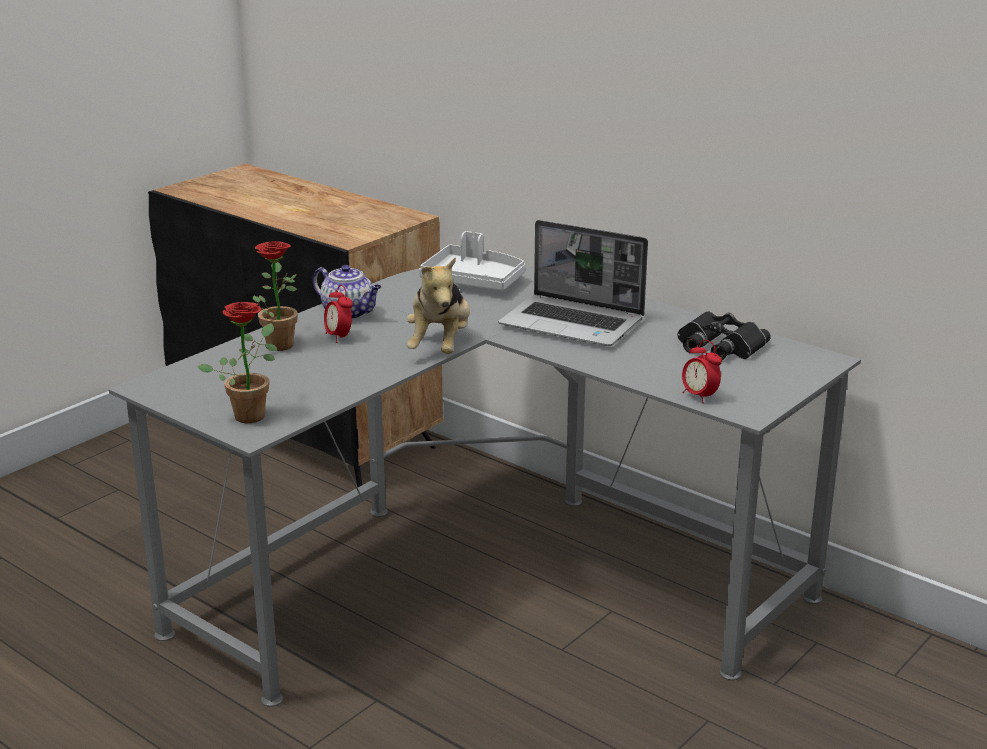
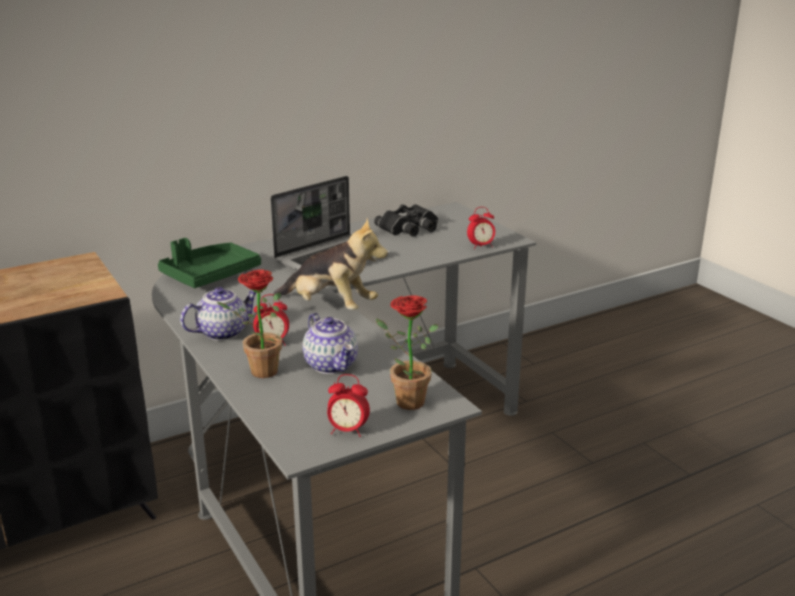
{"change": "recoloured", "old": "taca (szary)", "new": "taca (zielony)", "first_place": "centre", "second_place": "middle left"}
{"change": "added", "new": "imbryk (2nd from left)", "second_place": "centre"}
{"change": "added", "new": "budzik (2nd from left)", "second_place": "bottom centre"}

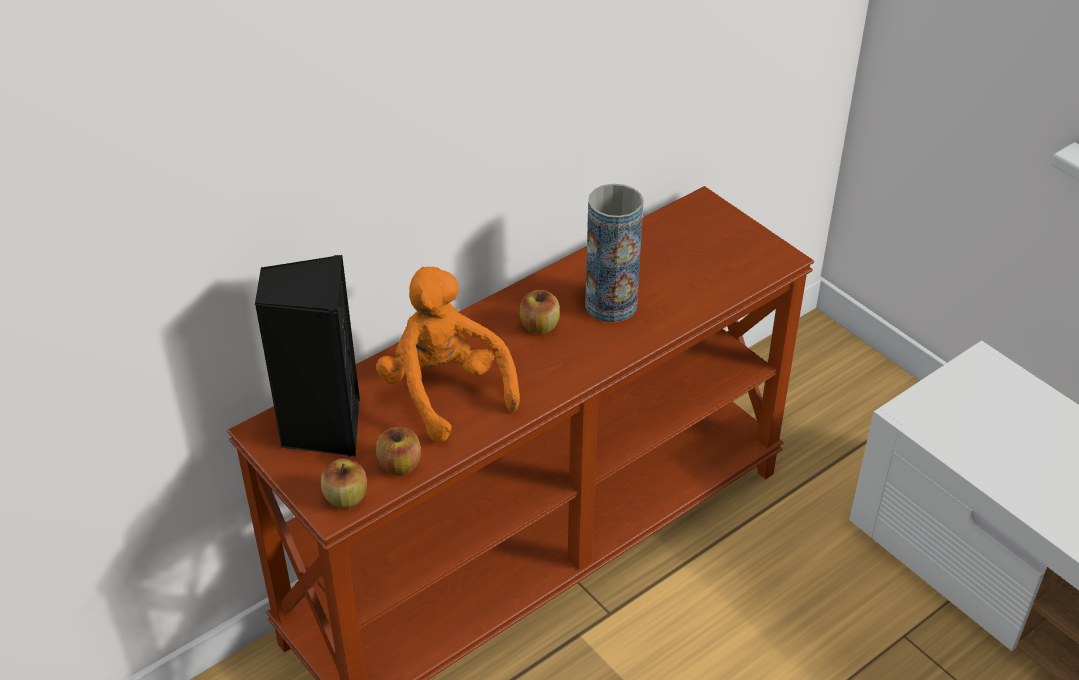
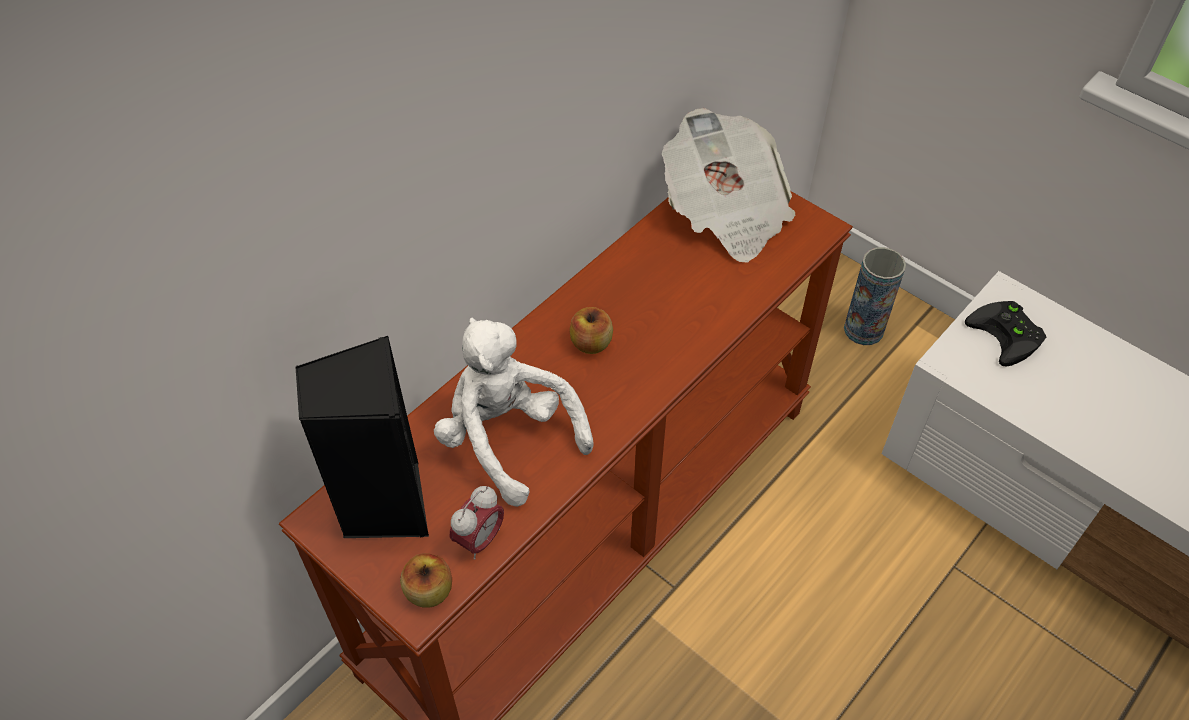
{"change": "recoloured", "old": "pluszak (pomarańczowy)", "new": "pluszak (biały)", "first_place": "centre", "second_place": "centre"}
{"change": "replaced", "old": "jabłko (2nd from left)", "new": "budzik", "first_place": "centre", "second_place": "bottom centre"}
{"change": "added", "new": "gazeta", "second_place": "top centre"}
{"change": "moved", "old": "wazon", "first_place": "centre", "second_place": "middle right"}
{"change": "added", "new": "pad do gier (czarny)", "second_place": "middle right"}

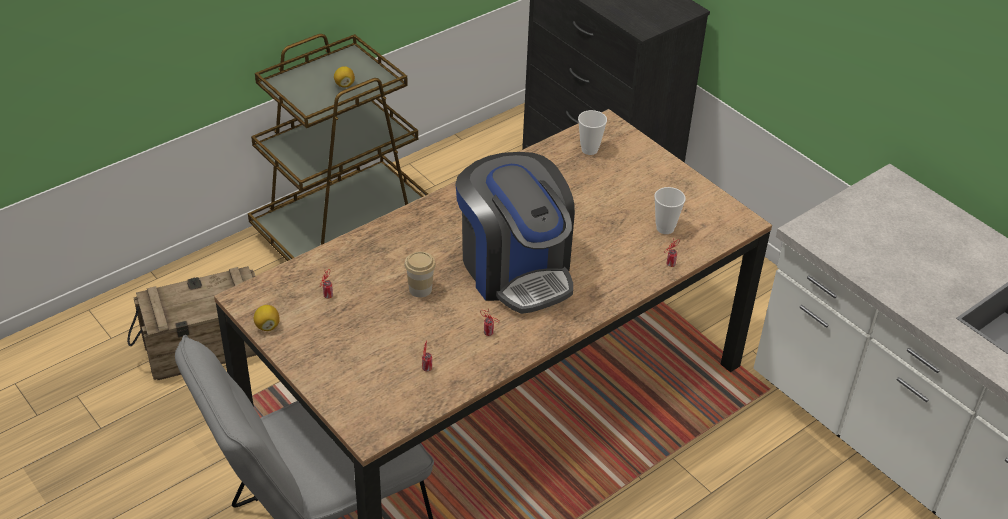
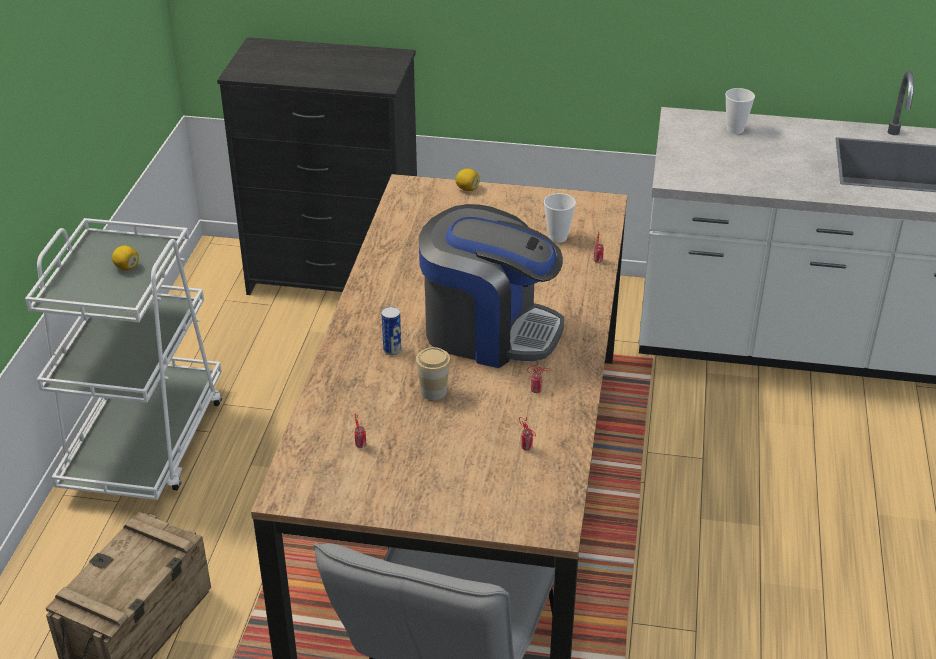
{"change": "recoloured", "old": "wózek (brązowy)", "new": "wózek (biały)", "first_place": "top centre", "second_place": "middle left"}
{"change": "added", "new": "puszka (2nd from left)", "second_place": "centre"}
{"change": "moved", "old": "cytryna (1st from left in the first image)", "new": "cytryna (2nd from left)", "first_place": "middle left", "second_place": "top centre"}
{"change": "moved", "old": "filiżanka (2nd from left in the first image)", "new": "filiżanka (3rd from left)", "first_place": "top centre", "second_place": "top right"}

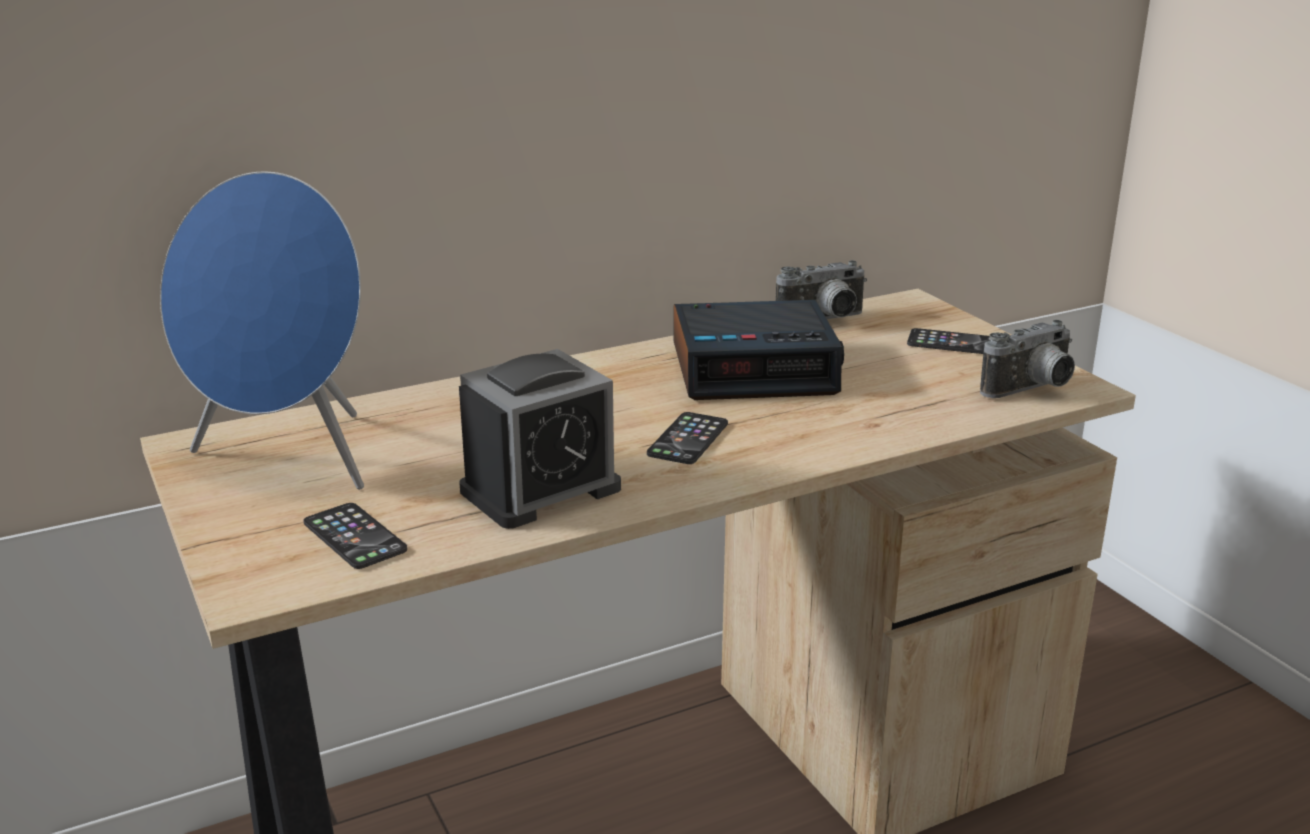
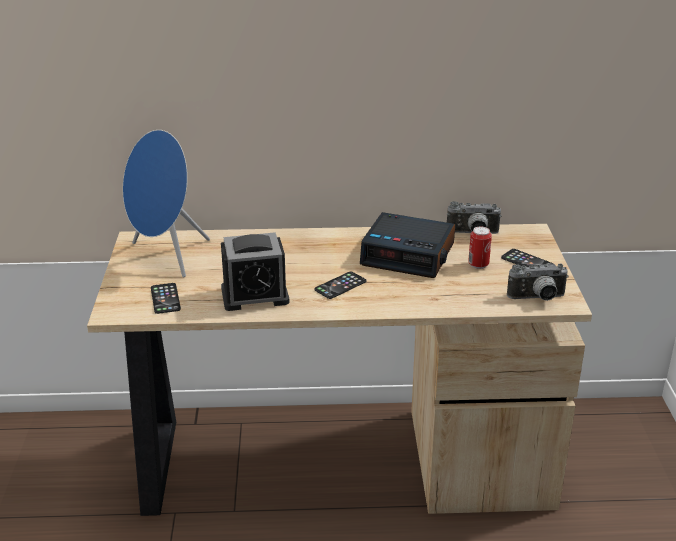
{"change": "added", "new": "puszka", "second_place": "middle right"}

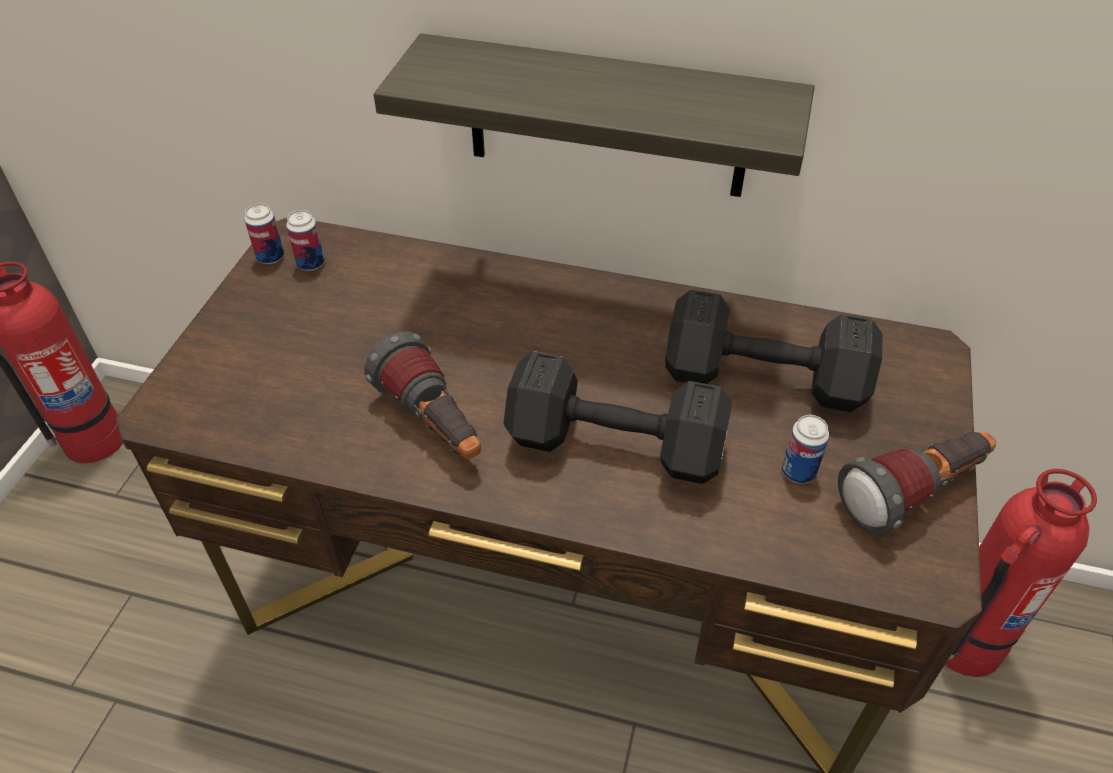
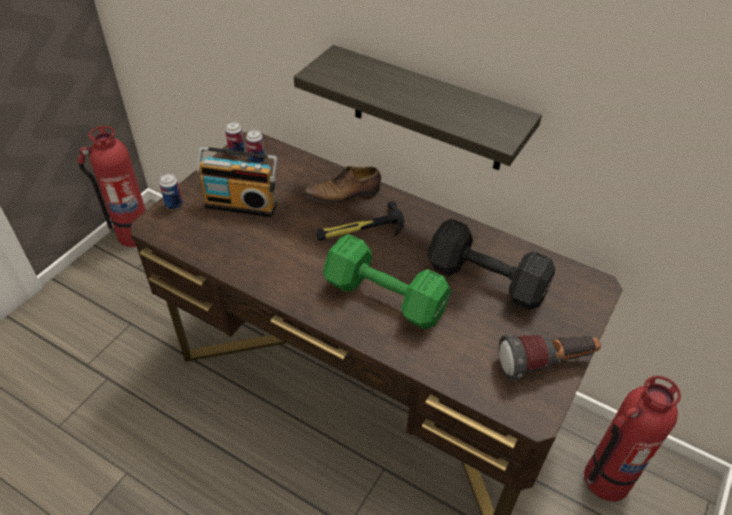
{"change": "moved", "old": "puszka (3rd from left in the first image)", "new": "puszka (1st from left)", "first_place": "middle right", "second_place": "middle left"}
{"change": "added", "new": "radio", "second_place": "middle left"}
{"change": "added", "new": "but", "second_place": "centre"}
{"change": "added", "new": "młotek", "second_place": "centre"}
{"change": "recoloured", "old": "hantel (czarny) (1st from left)", "new": "hantel (zielony)", "first_place": "centre", "second_place": "centre"}
{"change": "removed", "old": "latarka (1st from left)", "first_place": "centre"}

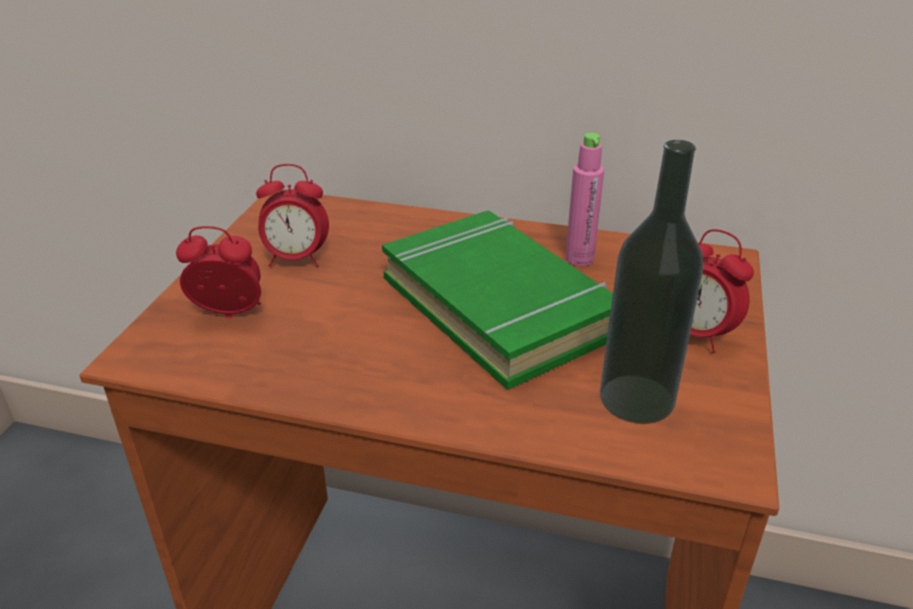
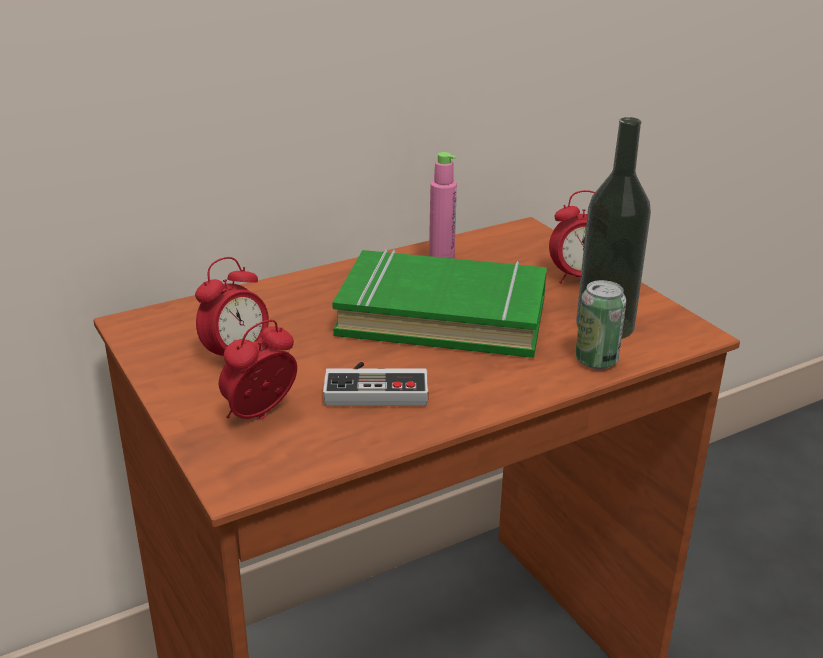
{"change": "added", "new": "pad do gier", "second_place": "centre"}
{"change": "added", "new": "puszka", "second_place": "middle right"}

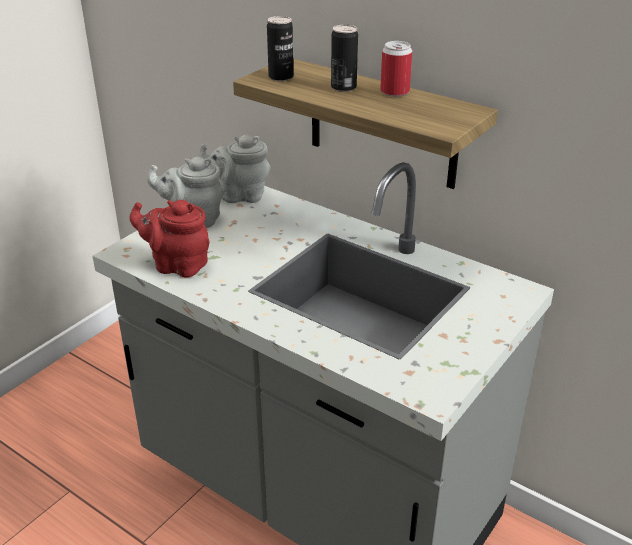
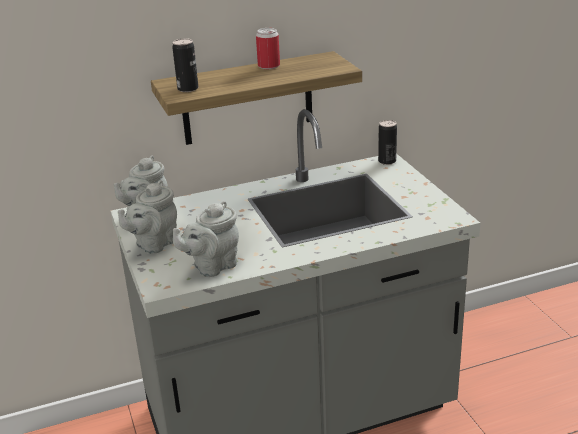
{"change": "recoloured", "old": "imbryk (czerwony)", "new": "imbryk (szary) (3rd from left)", "first_place": "middle left", "second_place": "centre"}
{"change": "moved", "old": "puszka (2nd from left in the first image)", "new": "puszka (3rd from left)", "first_place": "top centre", "second_place": "top right"}

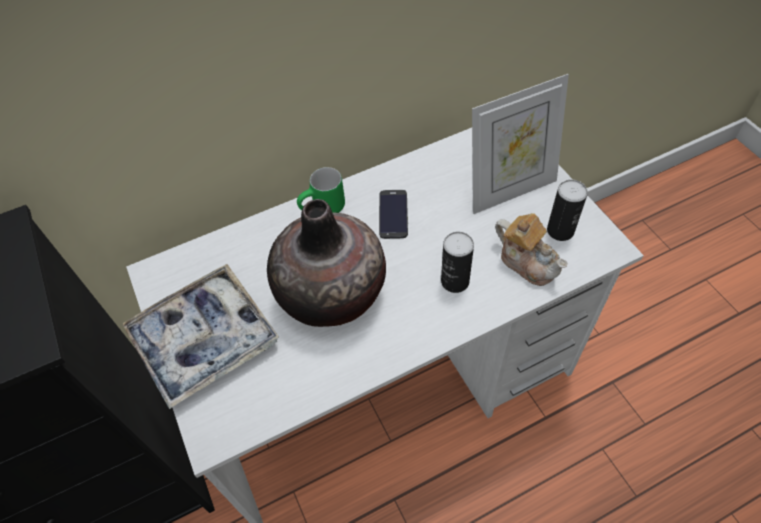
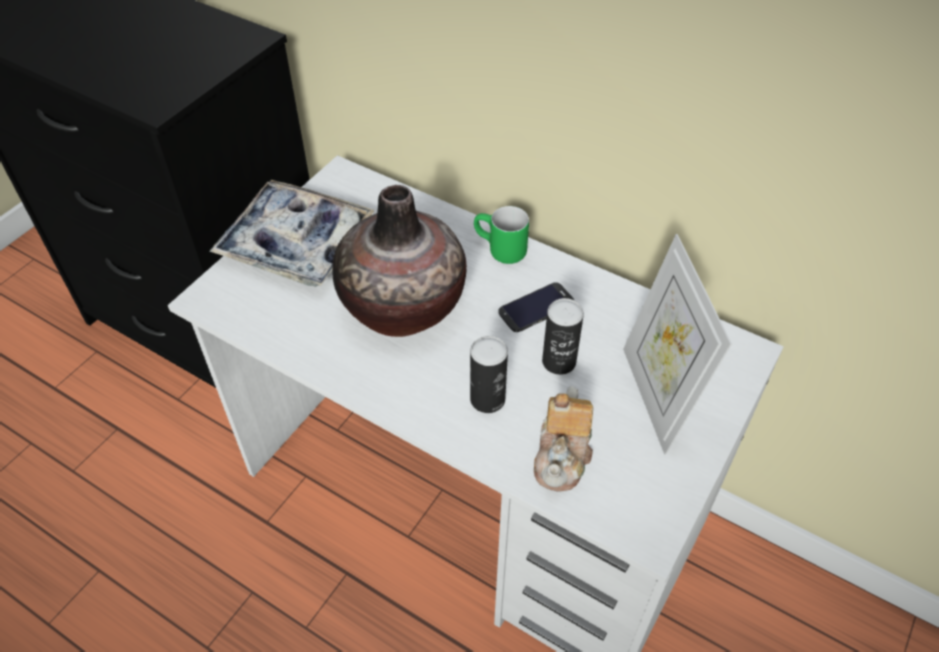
{"change": "moved", "old": "puszka (2nd from left)", "first_place": "middle right", "second_place": "centre"}
{"change": "turned", "old": "ramka na zdjęcie", "first_place": "top right", "second_place": "middle right", "degrees": 45}

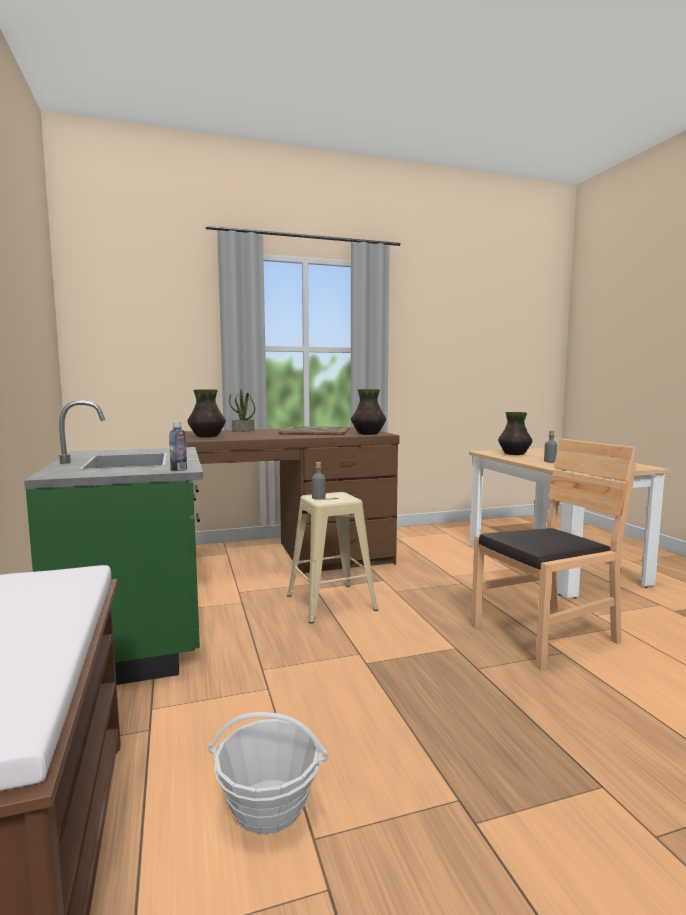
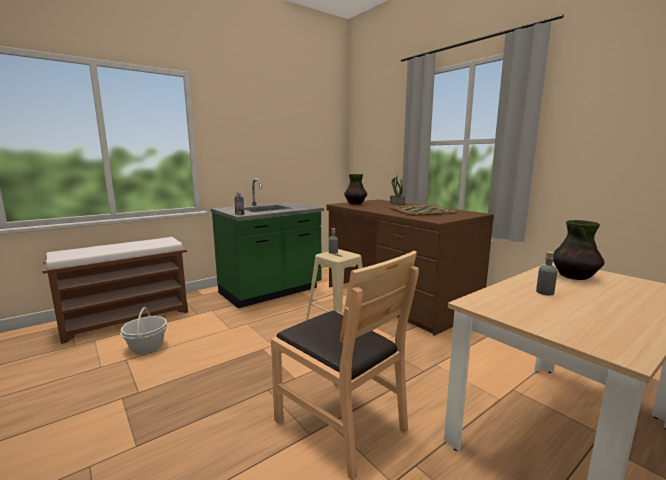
{"change": "removed", "old": "wazon (2nd from left)", "first_place": "centre"}

